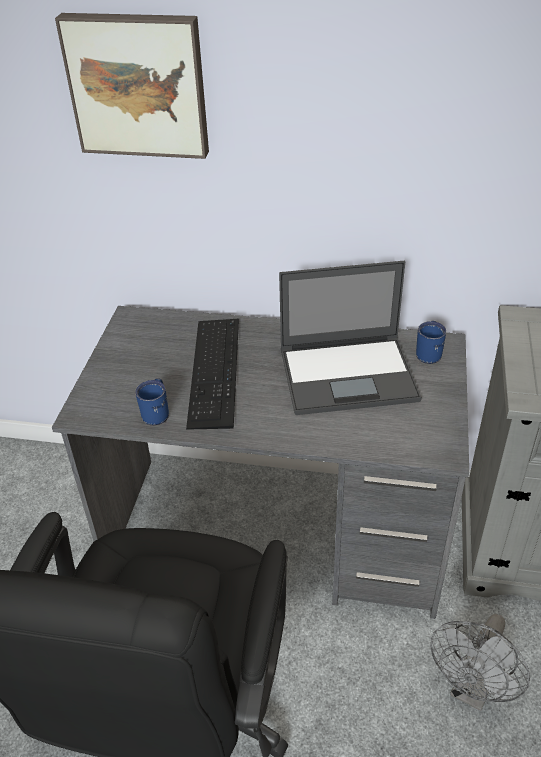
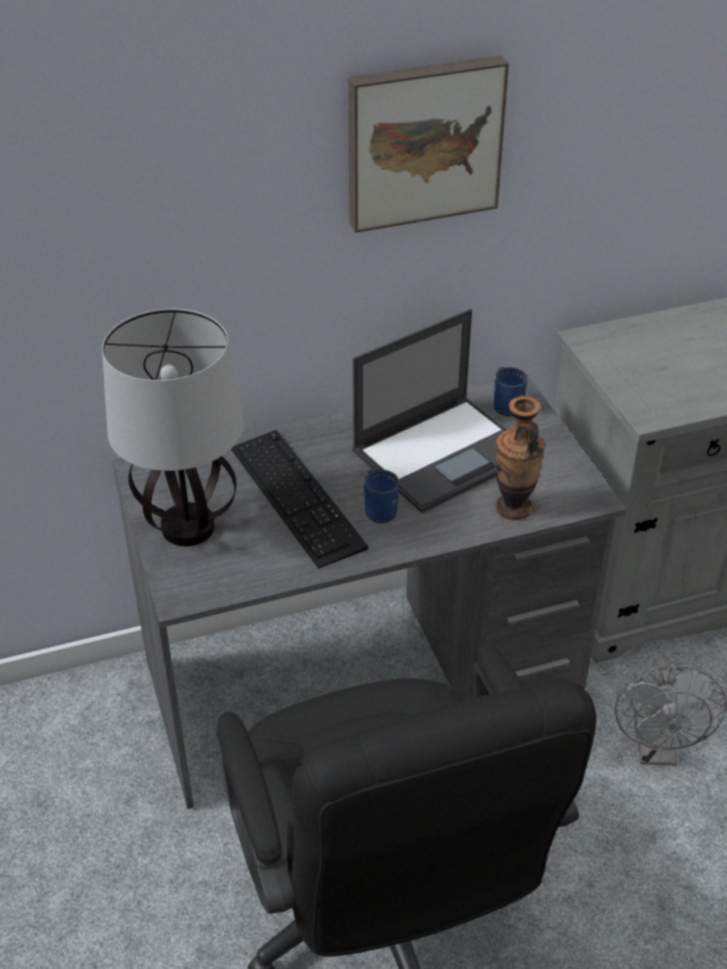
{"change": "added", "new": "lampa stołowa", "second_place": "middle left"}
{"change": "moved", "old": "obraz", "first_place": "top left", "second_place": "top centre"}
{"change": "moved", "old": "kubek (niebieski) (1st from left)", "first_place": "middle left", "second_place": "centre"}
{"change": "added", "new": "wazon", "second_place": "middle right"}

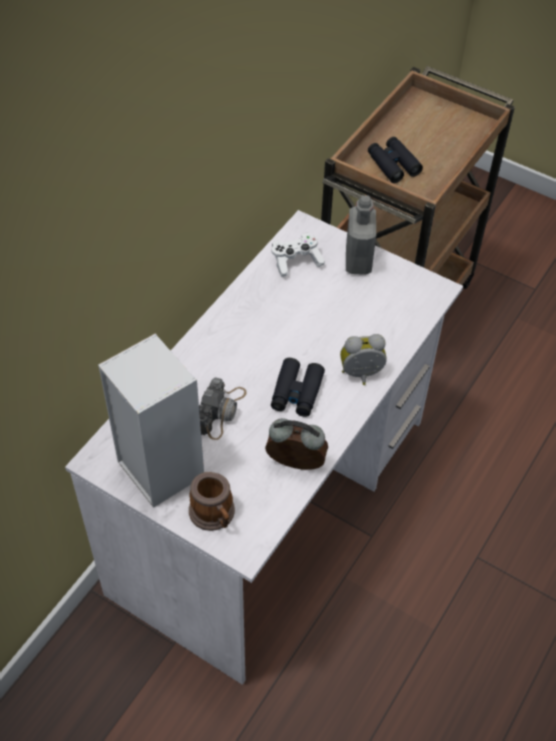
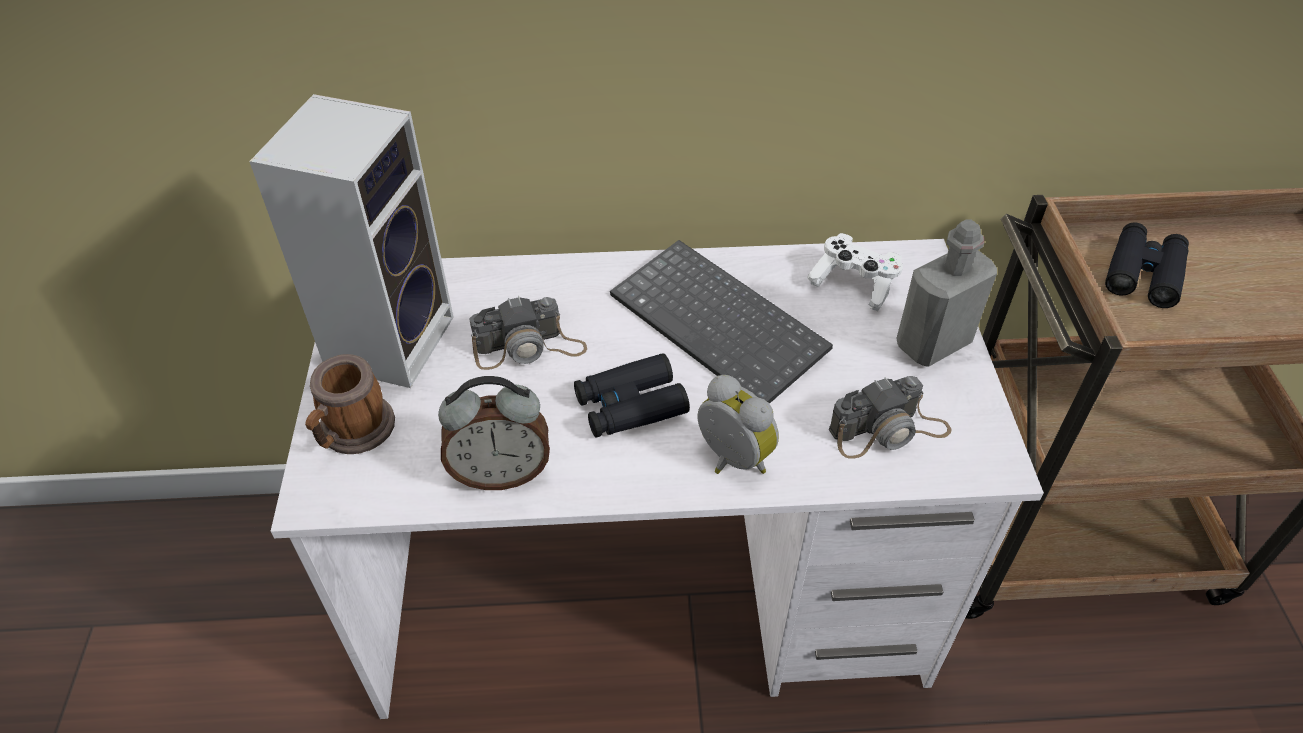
{"change": "turned", "old": "budzik (1st from left)", "first_place": "centre", "second_place": "centre", "degrees": 105}
{"change": "added", "new": "klawiatura", "second_place": "centre"}
{"change": "added", "new": "aparat fotograficzny (2nd from left)", "second_place": "middle right"}

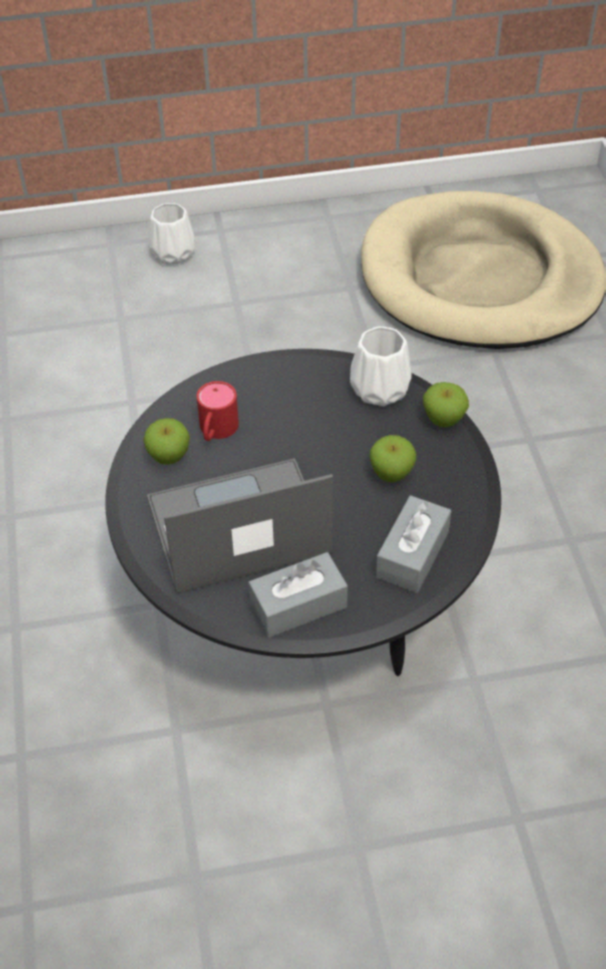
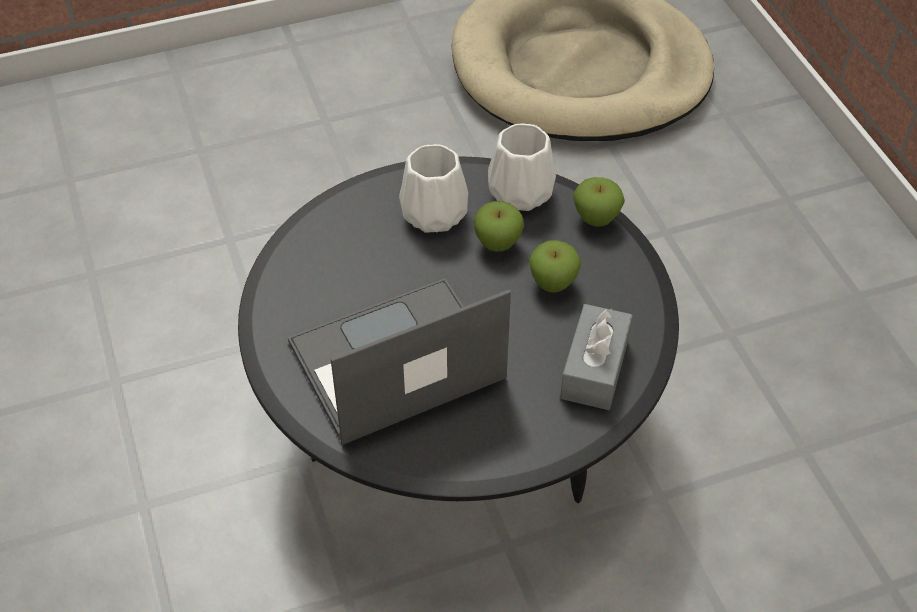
{"change": "moved", "old": "wazon (biały) (1st from left)", "first_place": "top left", "second_place": "top centre"}
{"change": "moved", "old": "jabłko (1st from left)", "first_place": "middle left", "second_place": "centre"}
{"change": "removed", "old": "kubek (czerwony)", "first_place": "centre"}
{"change": "removed", "old": "pudełko chusteczek (szary) (1st from left)", "first_place": "centre"}

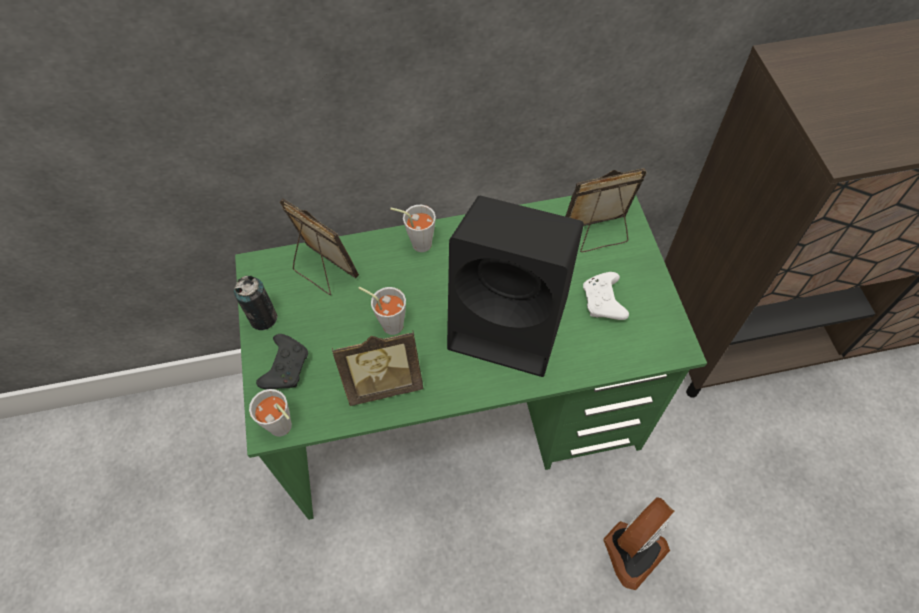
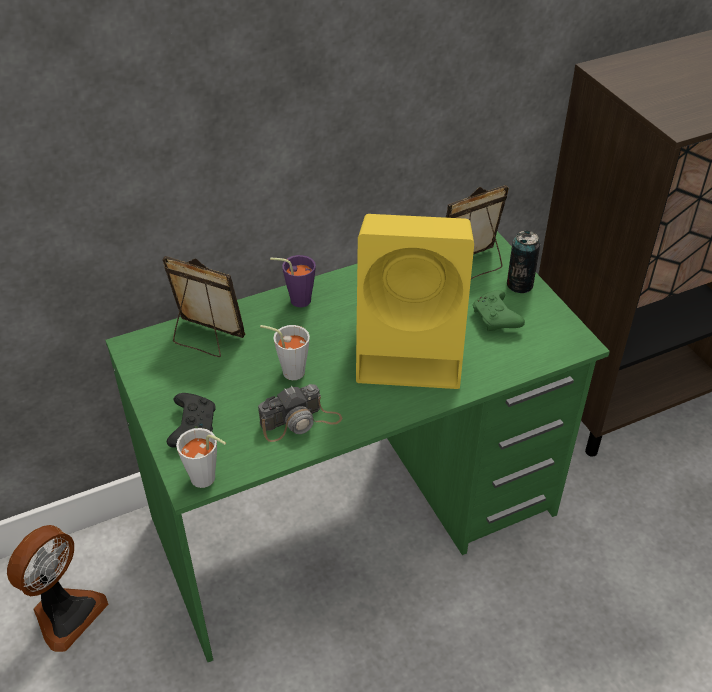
{"change": "moved", "old": "wentylator", "first_place": "bottom right", "second_place": "bottom left"}
{"change": "replaced", "old": "ramka na zdjęcie (2nd from left)", "new": "aparat fotograficzny", "first_place": "centre", "second_place": "centre"}
{"change": "recoloured", "old": "filiżanka (szary) (3rd from left)", "new": "filiżanka (fioletowy)", "first_place": "centre", "second_place": "centre"}
{"change": "recoloured", "old": "głośnik (czarny)", "new": "głośnik (żółty)", "first_place": "centre", "second_place": "centre"}
{"change": "recoloured", "old": "pad do gier (biały)", "new": "pad do gier (zielony)", "first_place": "centre", "second_place": "middle right"}
{"change": "moved", "old": "puszka", "first_place": "middle left", "second_place": "middle right"}

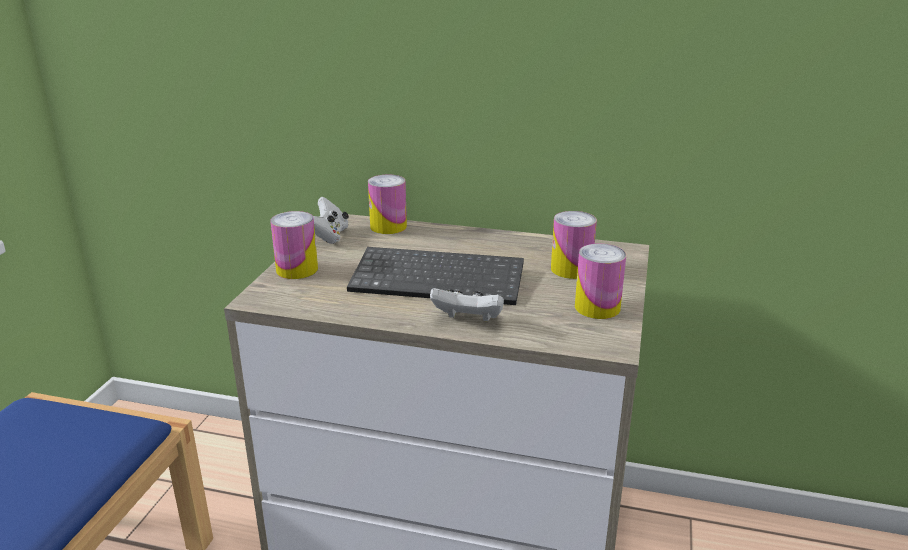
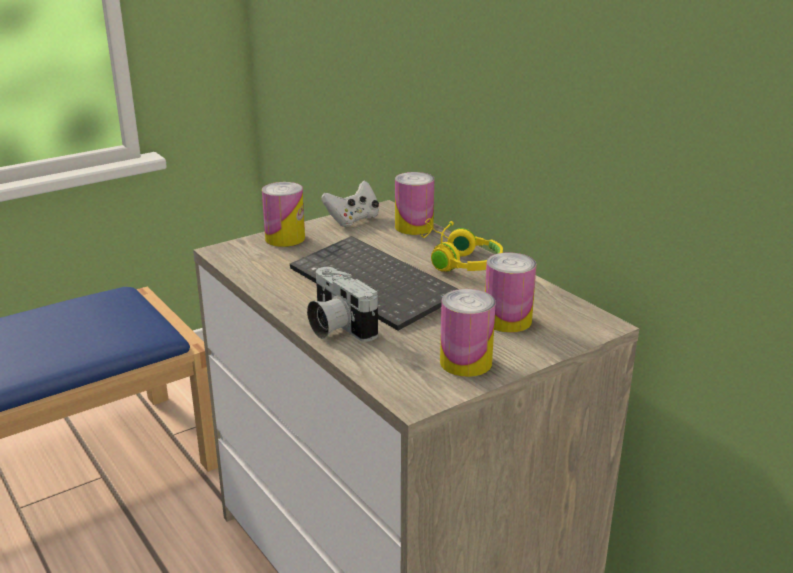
{"change": "replaced", "old": "pad do gier (biały) (2nd from left)", "new": "aparat fotograficzny", "first_place": "centre", "second_place": "centre"}
{"change": "added", "new": "słuchawki (żółty)", "second_place": "centre"}

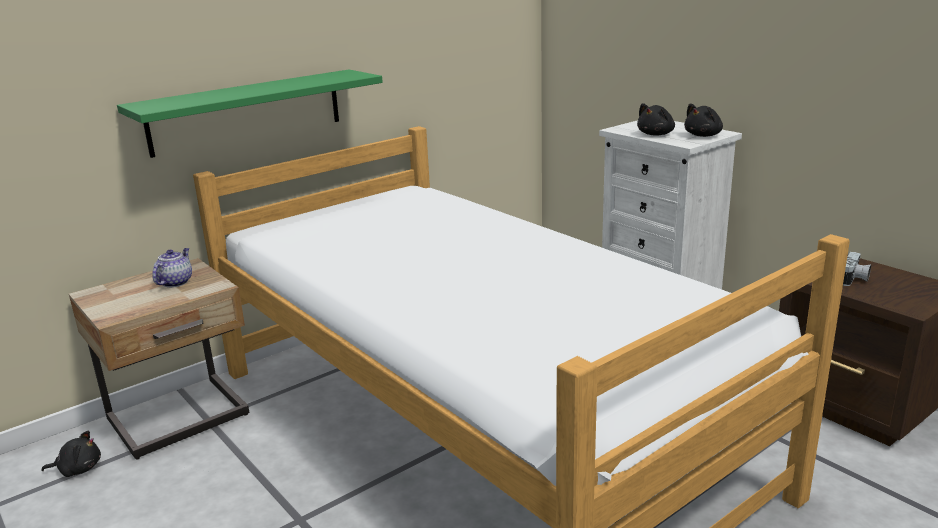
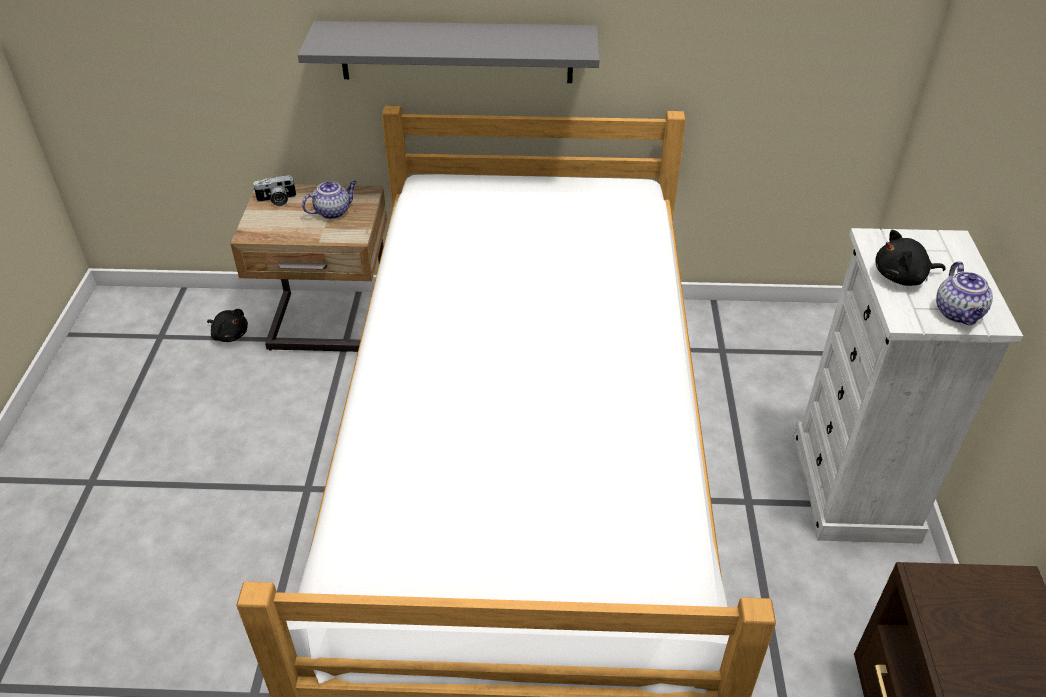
{"change": "moved", "old": "aparat fotograficzny", "first_place": "middle right", "second_place": "top left"}
{"change": "recoloured", "old": "półka (zielony)", "new": "półka (szary)", "first_place": "top left", "second_place": "top centre"}
{"change": "replaced", "old": "pluszak (czarny) (3rd from left)", "new": "imbryk (2nd from left)", "first_place": "top right", "second_place": "middle right"}

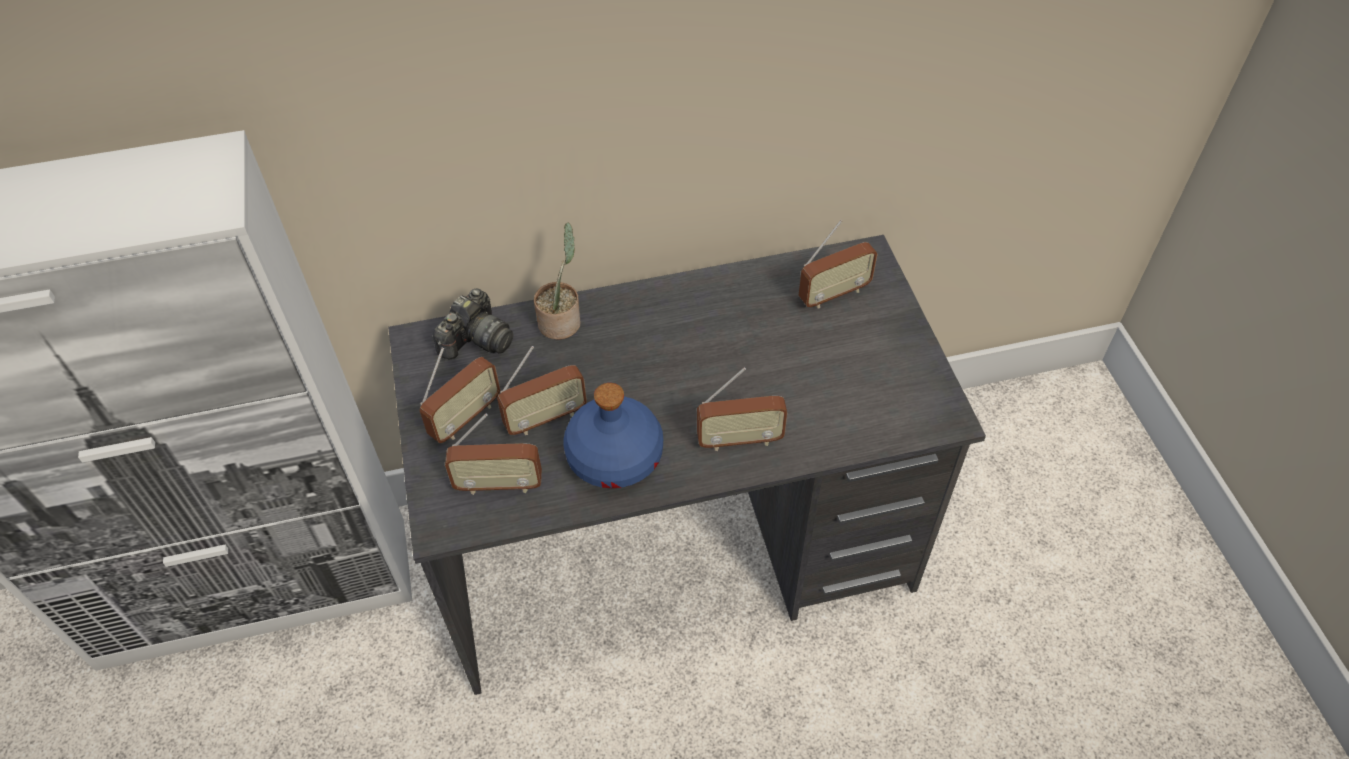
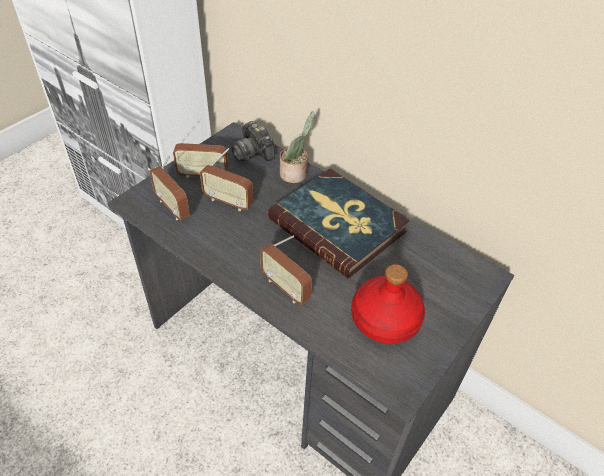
{"change": "turned", "old": "aparat fotograficzny", "first_place": "centre", "second_place": "top centre", "degrees": 60}
{"change": "added", "new": "książka", "second_place": "centre"}
{"change": "added", "new": "butelka (czerwony)", "second_place": "centre"}
{"change": "removed", "old": "butelka (niebieski)", "first_place": "centre"}
{"change": "removed", "old": "radio (5th from left)", "first_place": "centre"}

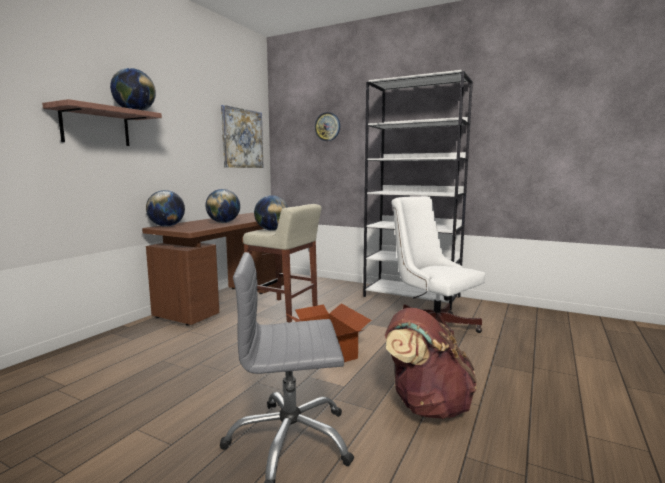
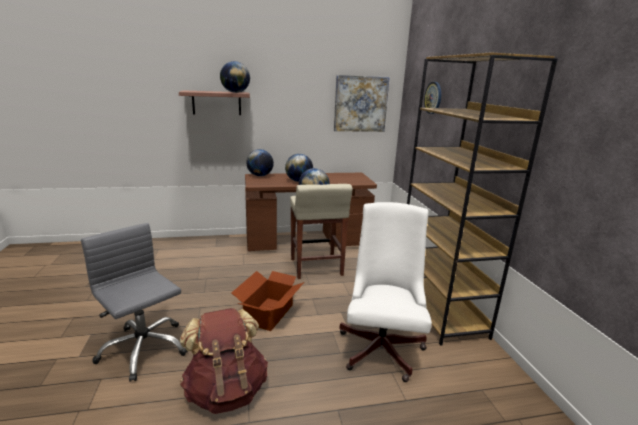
{"change": "recoloured", "old": "regał (biały)", "new": "regał (brązowy)", "first_place": "centre", "second_place": "middle right"}

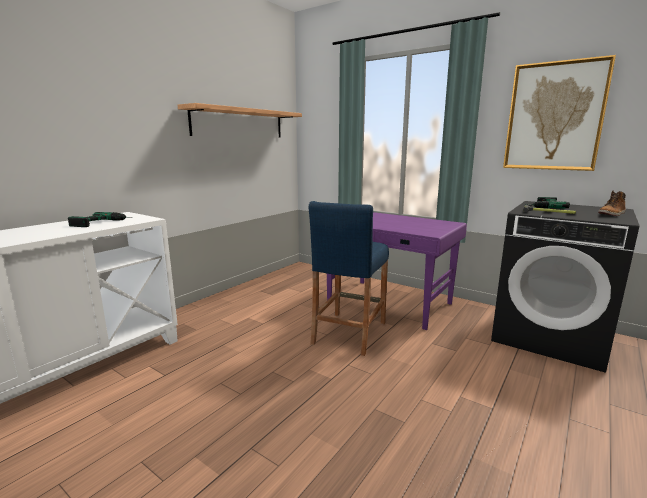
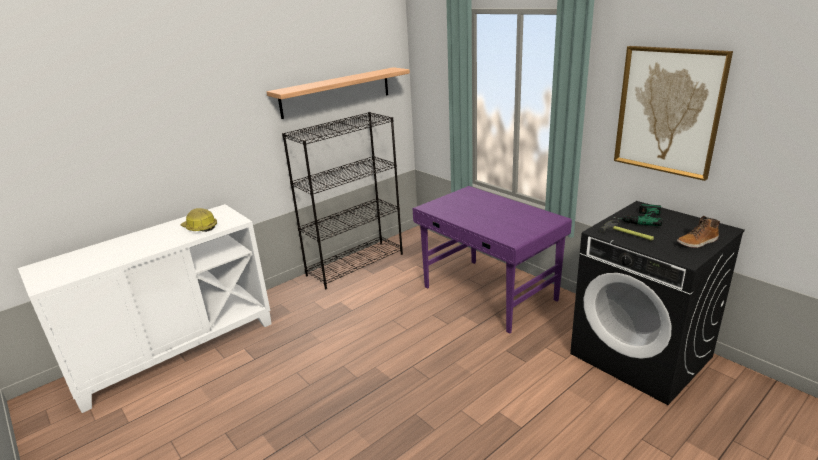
{"change": "replaced", "old": "wiertarka (1st from left)", "new": "kask", "first_place": "middle left", "second_place": "middle left"}
{"change": "added", "new": "regał (czarny)", "second_place": "centre"}
{"change": "removed", "old": "stołek (niebieski)", "first_place": "centre"}

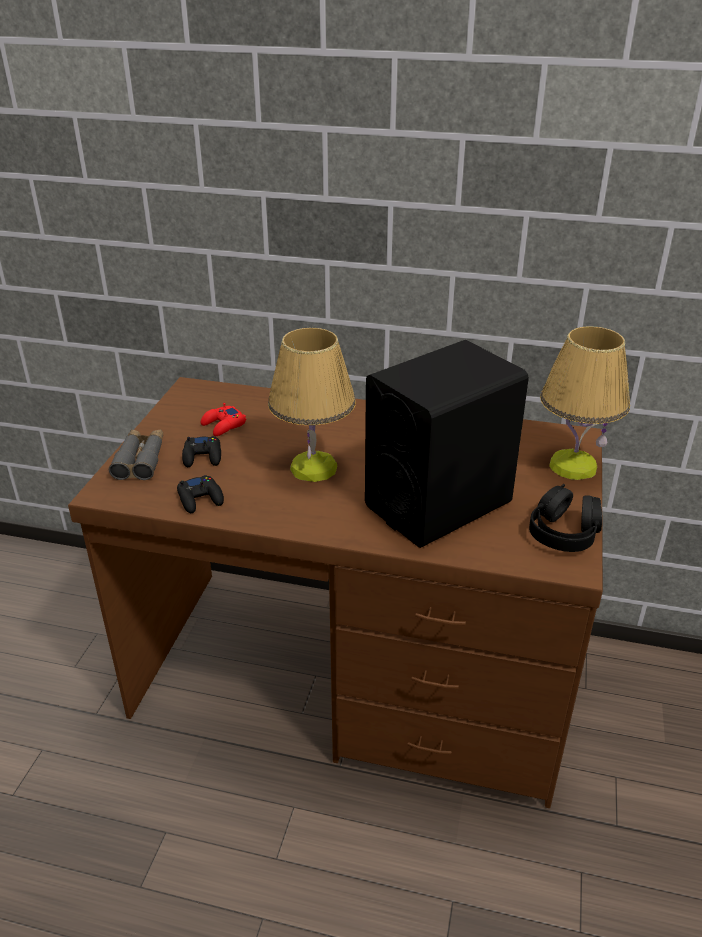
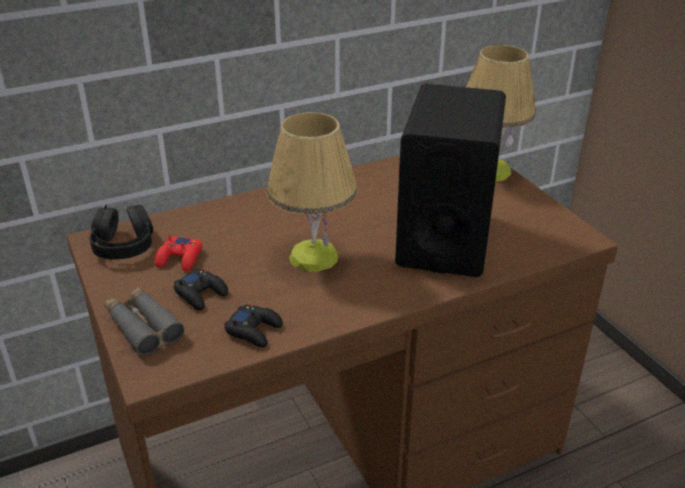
{"change": "moved", "old": "słuchawki (czarny)", "first_place": "middle right", "second_place": "middle left"}

